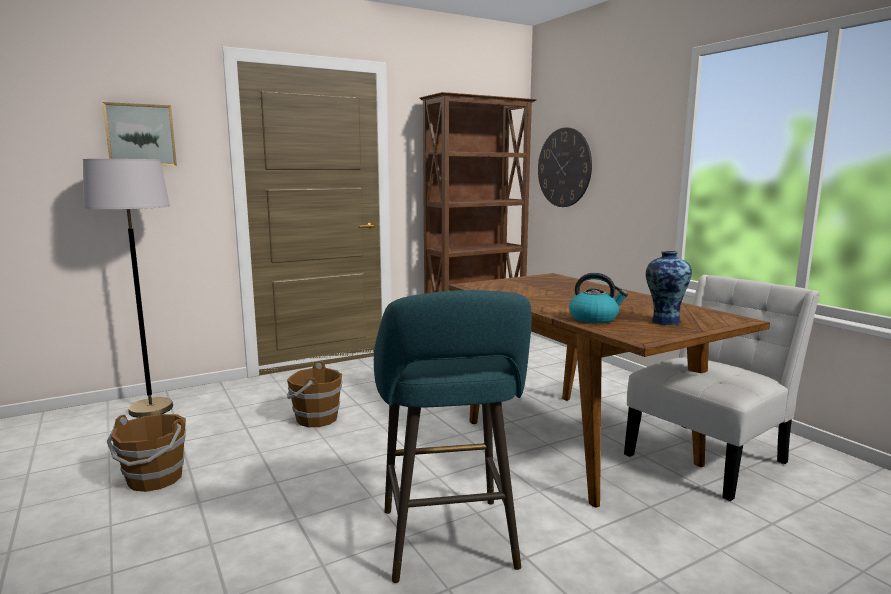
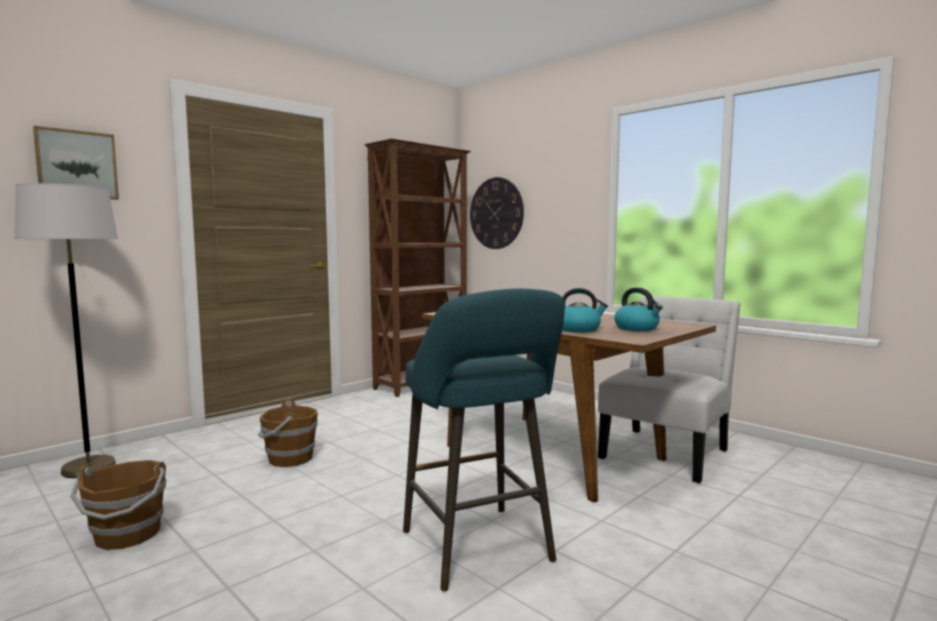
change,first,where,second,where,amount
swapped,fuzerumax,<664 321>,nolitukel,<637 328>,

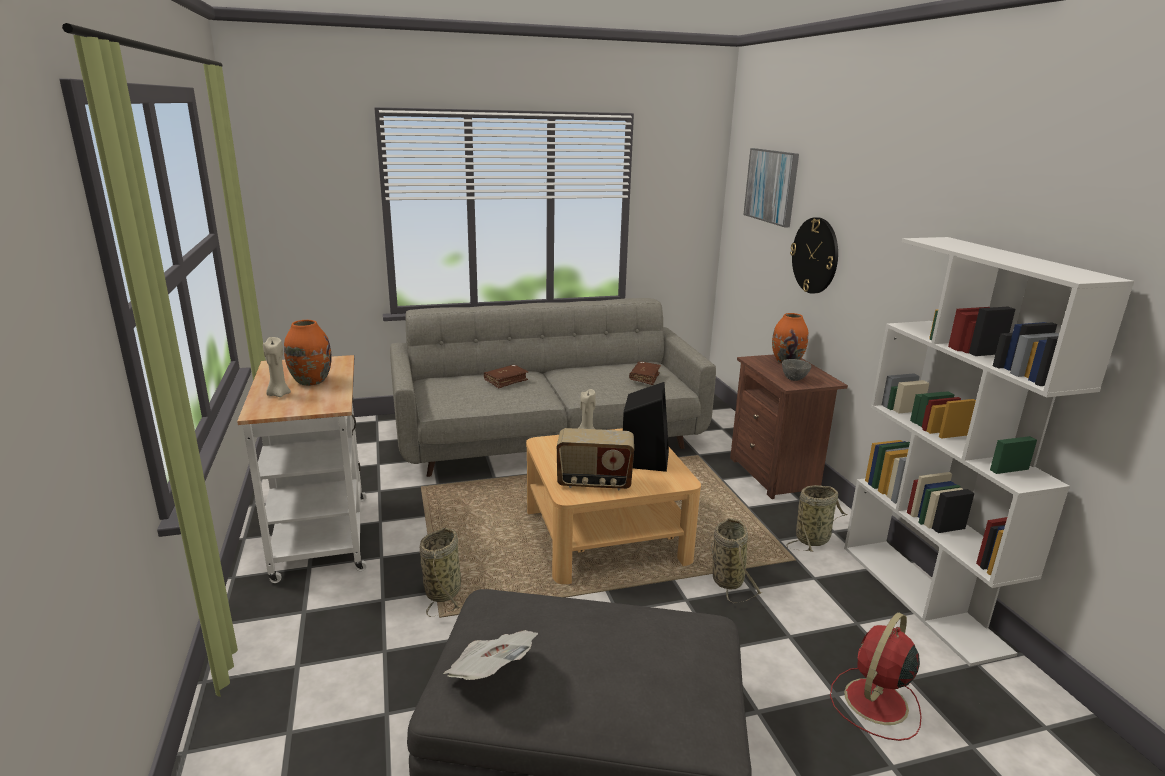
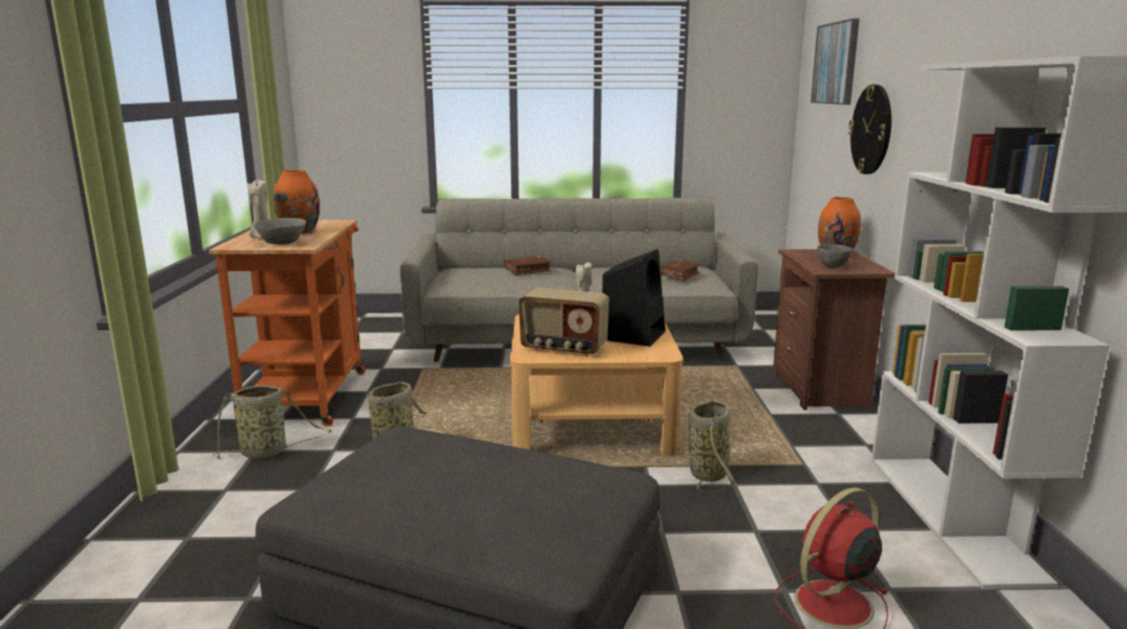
change,first,where,second,where,amount
repainted,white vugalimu,<321 531>,orange vugalimu,<309 394>,
shifted,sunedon,<814 538>,,<267 452>,
new,,,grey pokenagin,<281 243>,
gone,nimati,<490 673>,,,

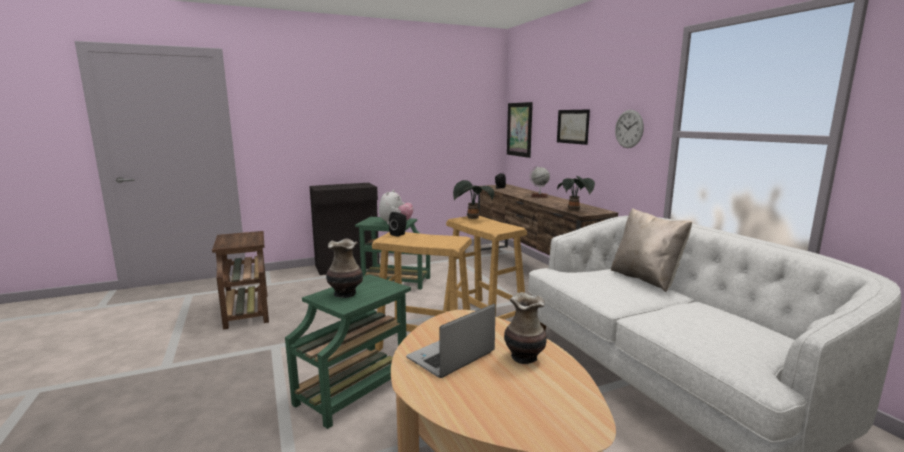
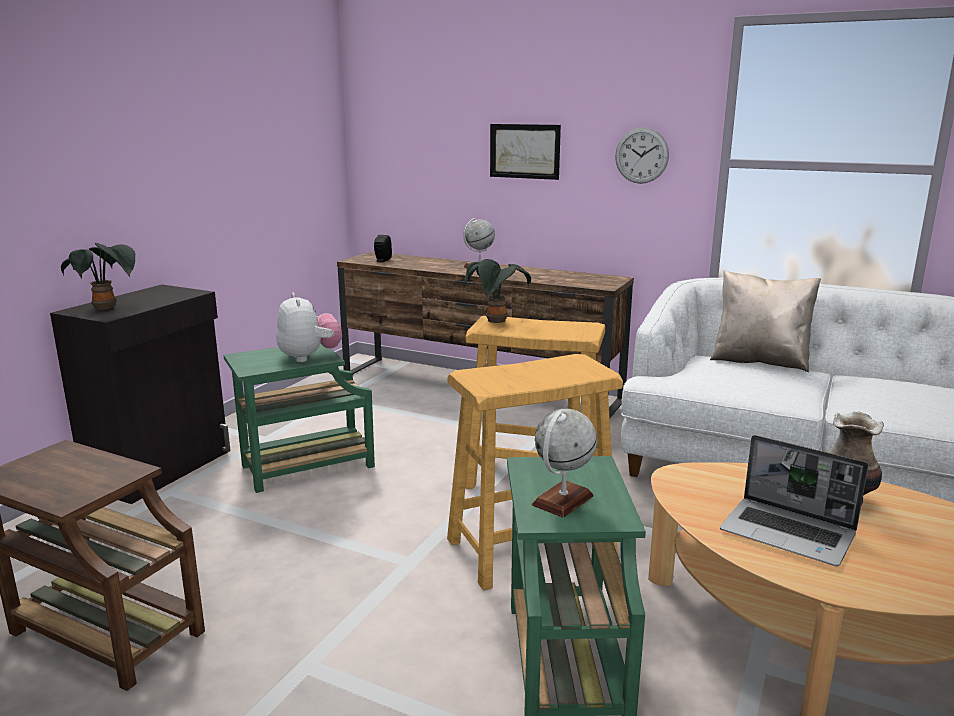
change,first,where,second,where,amount
shifted,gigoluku,<574 210>,,<107 308>,
swapped,fuzerumax,<345 294>,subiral,<562 500>,
rotated,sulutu,<451 357>,,<789 533>,60 degrees counterclockwise
gone,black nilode,<399 234>,,,
gone,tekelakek,<519 129>,,,

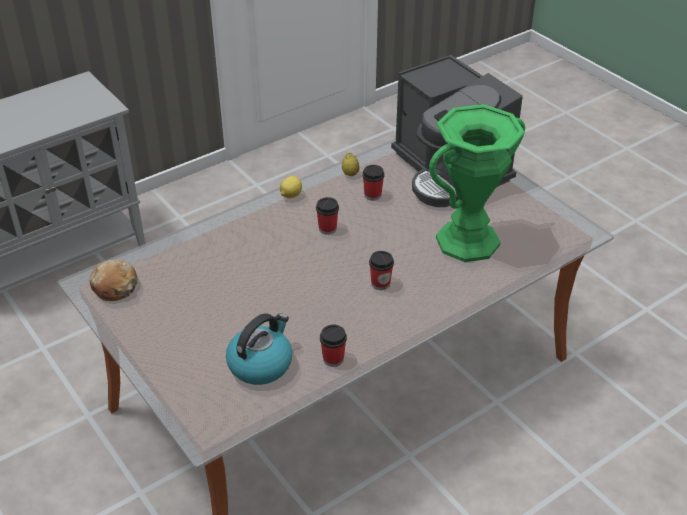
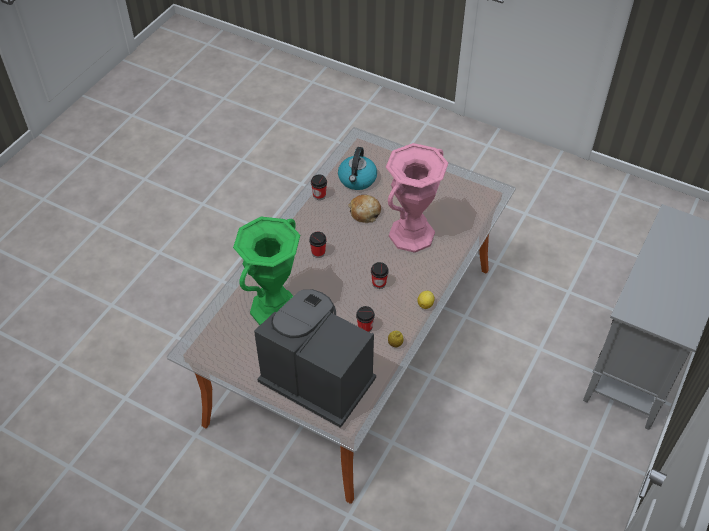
change,first,where,second,where,amount
shifted,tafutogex,<115 287>,,<364 212>,
new,,,pink fuzerumax,<411 235>,

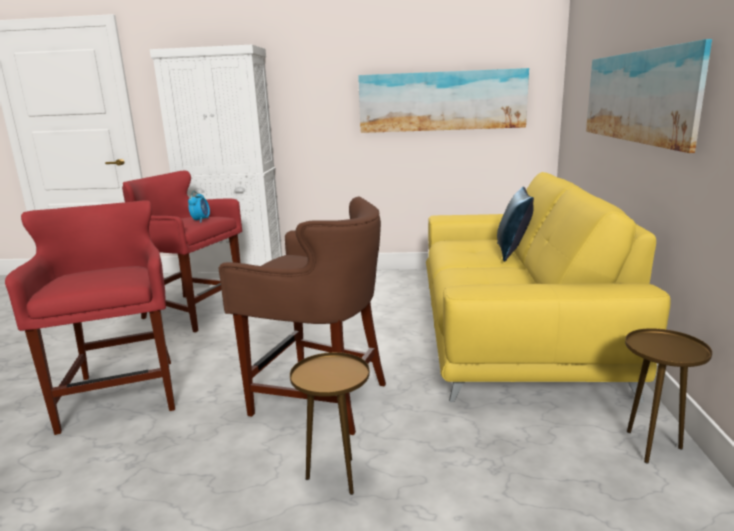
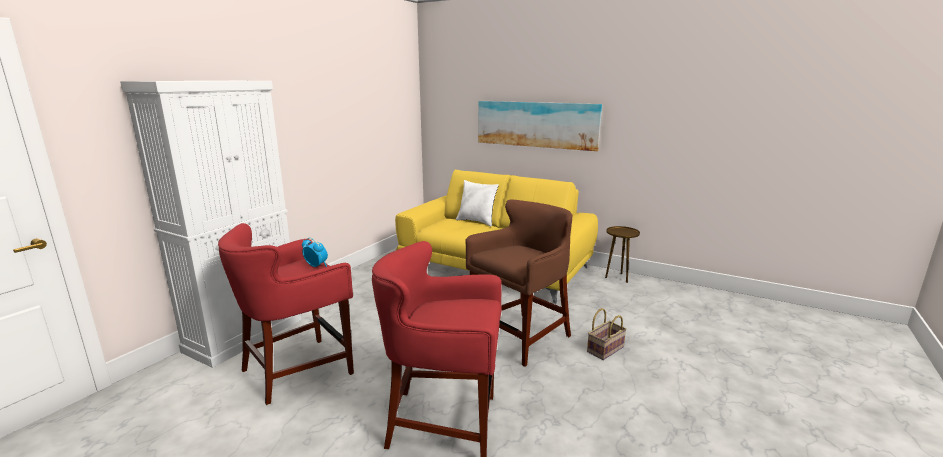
change,first,where,second,where,amount
repainted,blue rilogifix,<512 253>,white rilogifix,<477 221>,
swapped,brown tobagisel,<336 476>,sunedon,<605 349>,
gone,tekelakek,<441 101>,,,

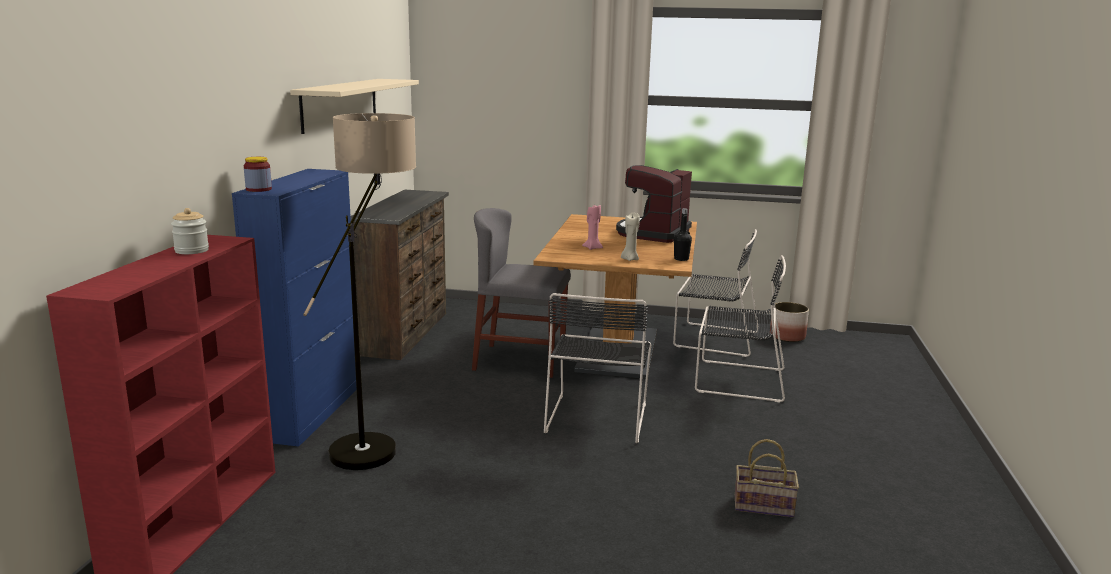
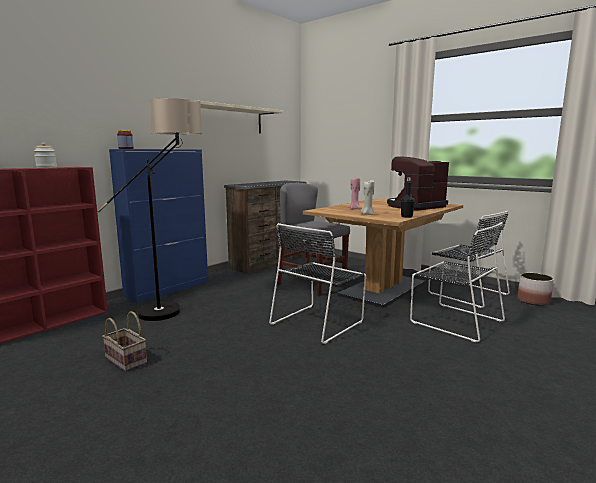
change,first,where,second,where,amount
shifted,sunedon,<765 505>,,<127 360>,

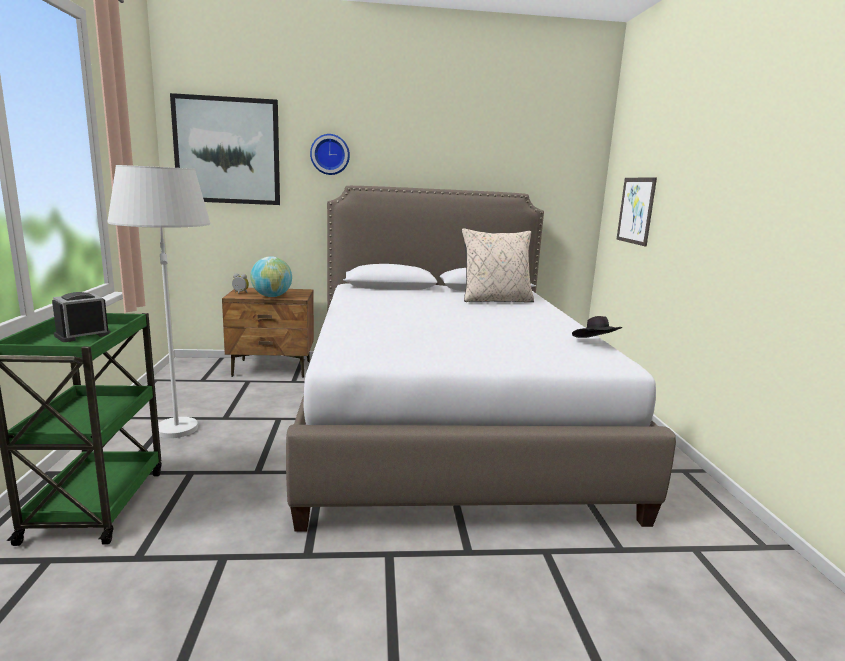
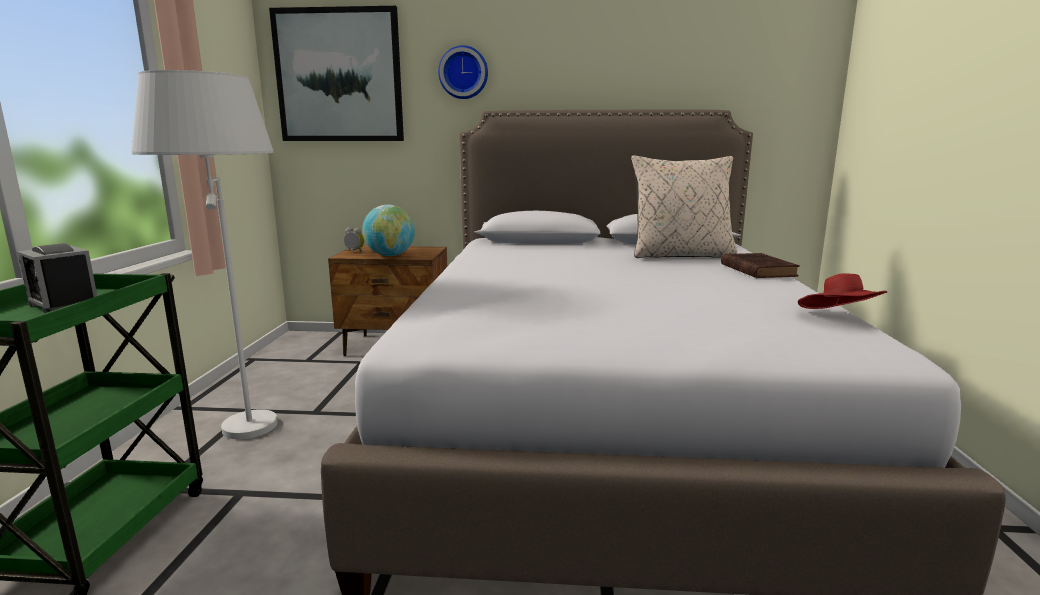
change,first,where,second,where,amount
rotated,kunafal,<82 335>,,<64 304>,105 degrees counterclockwise
new,,,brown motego,<756 270>,
repainted,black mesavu,<596 343>,red mesavu,<839 318>,
gone,tekelakek,<636 210>,,,

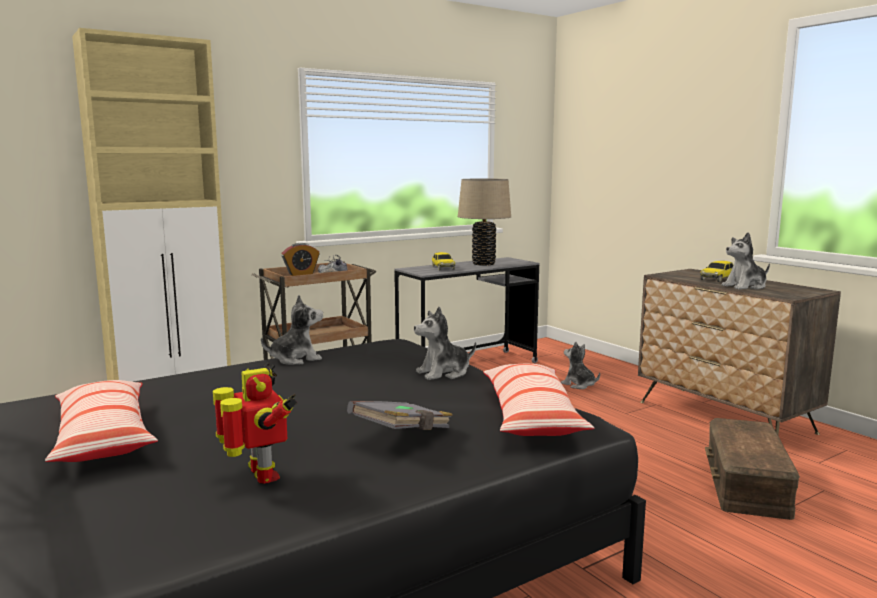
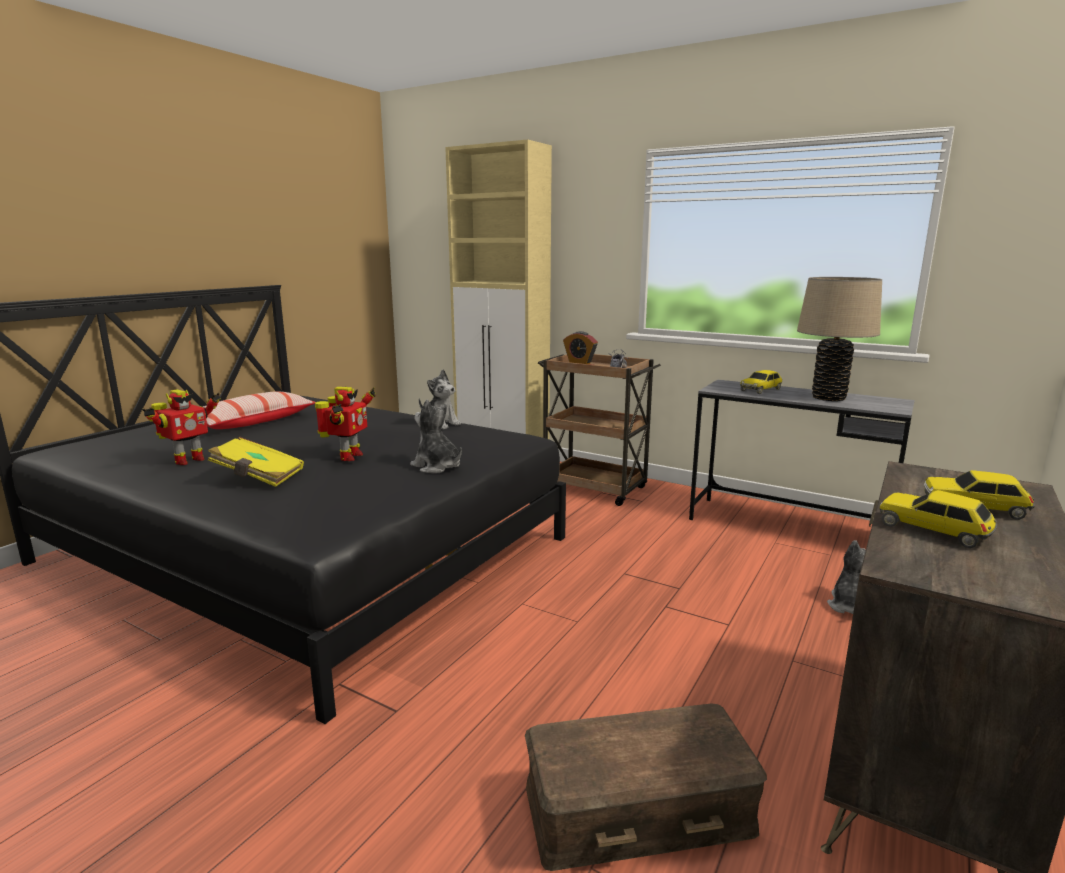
change,first,where,second,where,amount
repainted,grey motego,<402 434>,yellow motego,<258 476>,
new,,,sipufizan,<348 457>,
swapped,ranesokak,<745 286>,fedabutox,<933 530>,
gone,rilogifix,<531 416>,,,

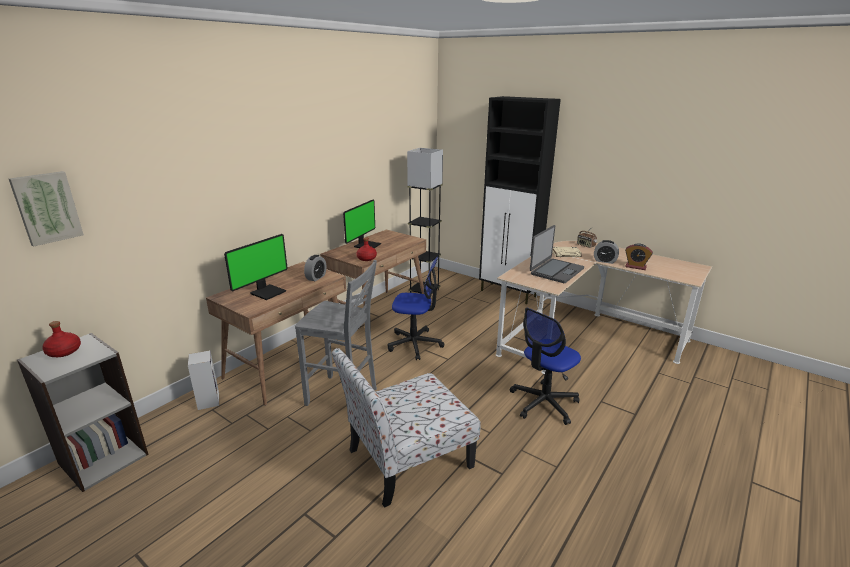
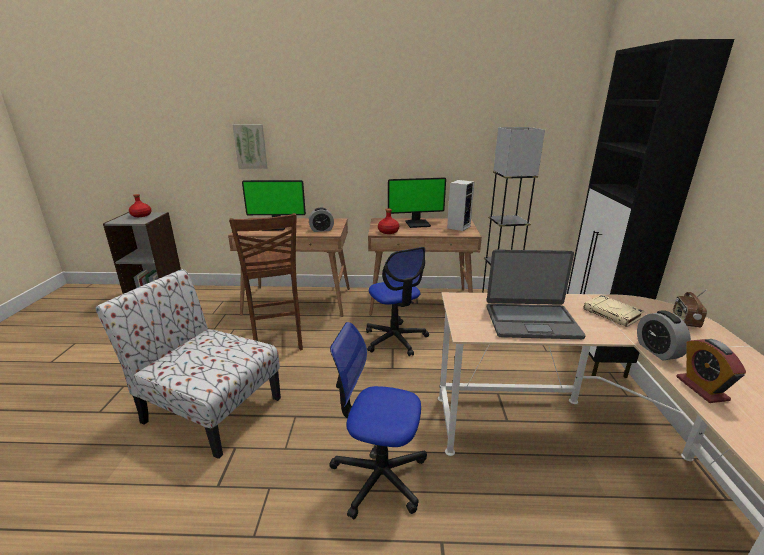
change,first,where,second,where,amount
repainted,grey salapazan,<343 396>,brown salapazan,<277 340>,
shifted,tekelakek,<47 208>,,<251 146>,
shifted,nilode,<208 401>,,<458 227>,

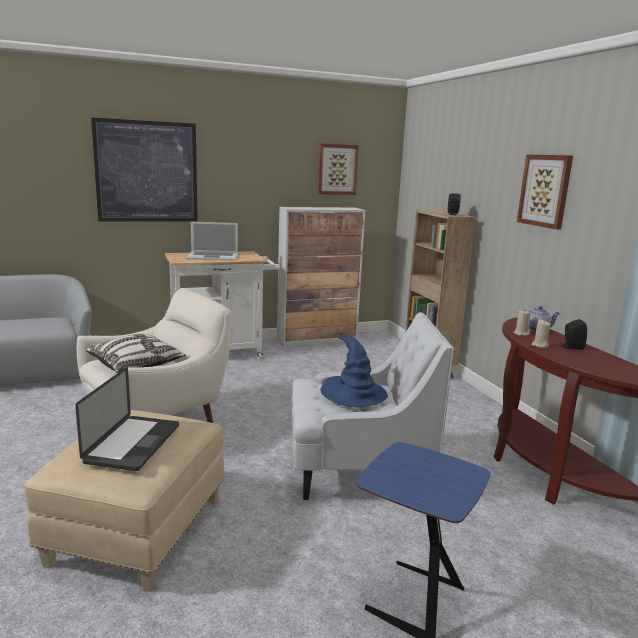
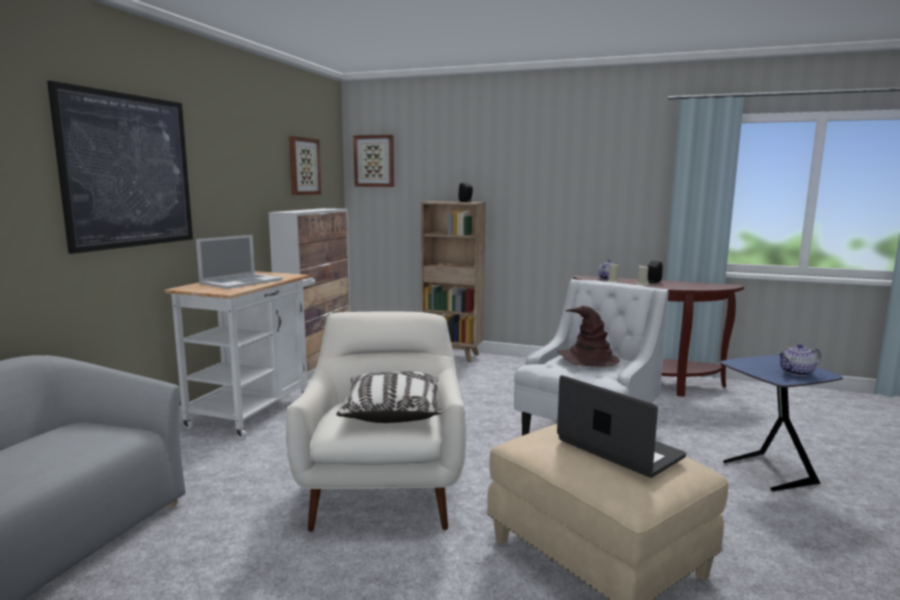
change,first,where,second,where,amount
shifted,tekelakek,<545 190>,,<374 161>,
repainted,blue mesavu,<354 394>,brown mesavu,<587 359>,
new,,,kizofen,<797 373>,

